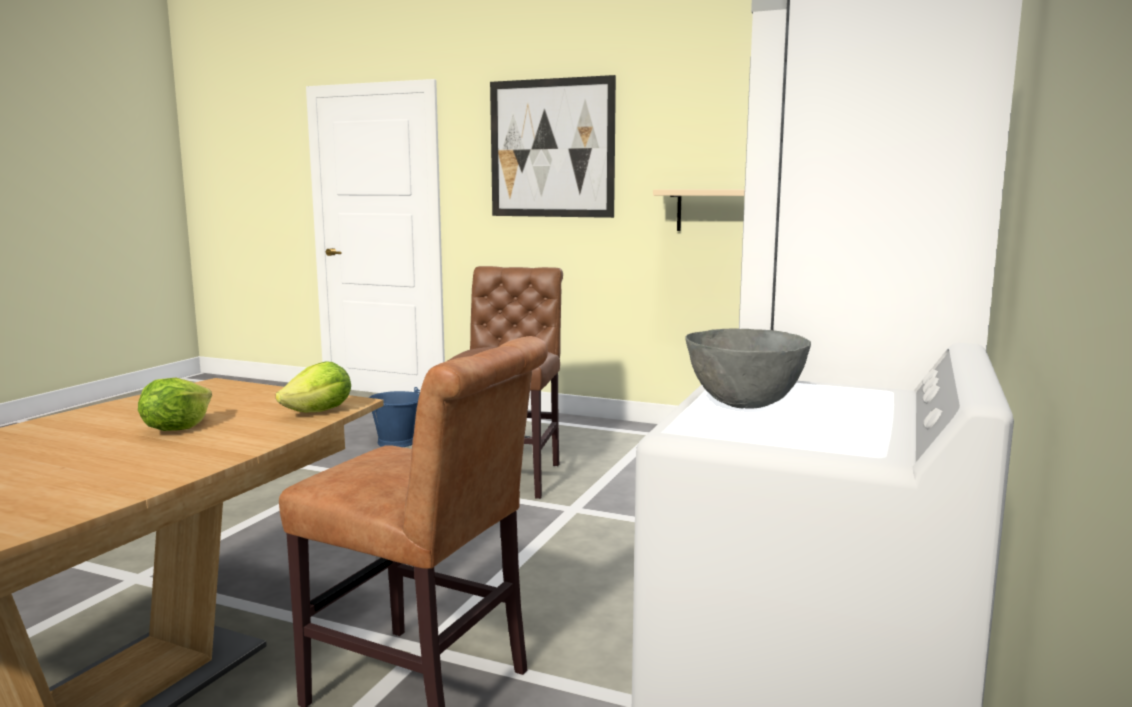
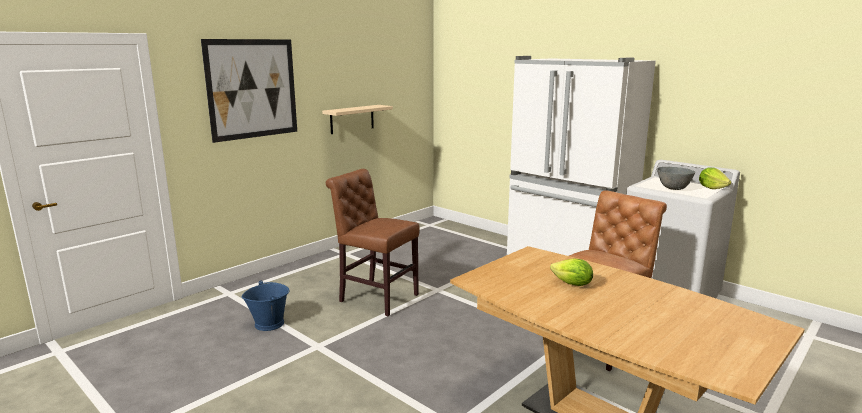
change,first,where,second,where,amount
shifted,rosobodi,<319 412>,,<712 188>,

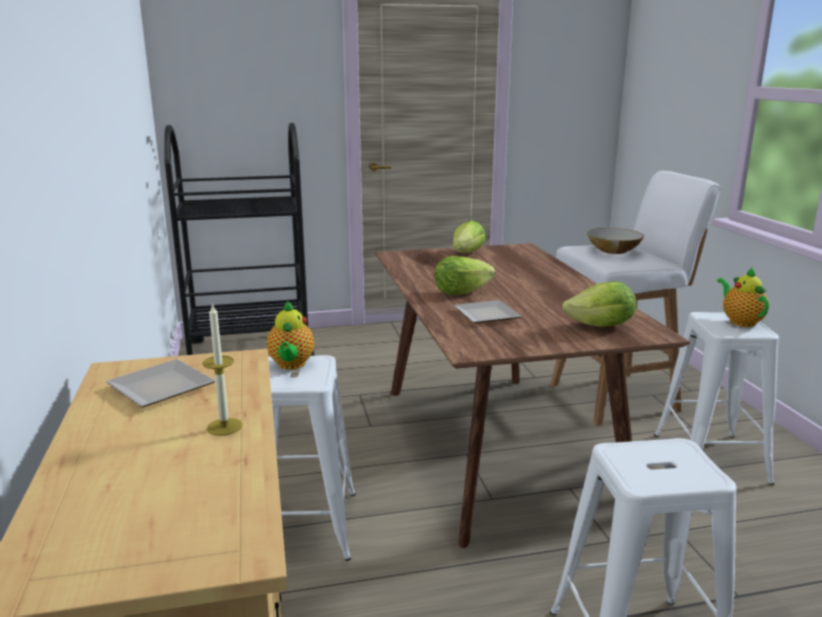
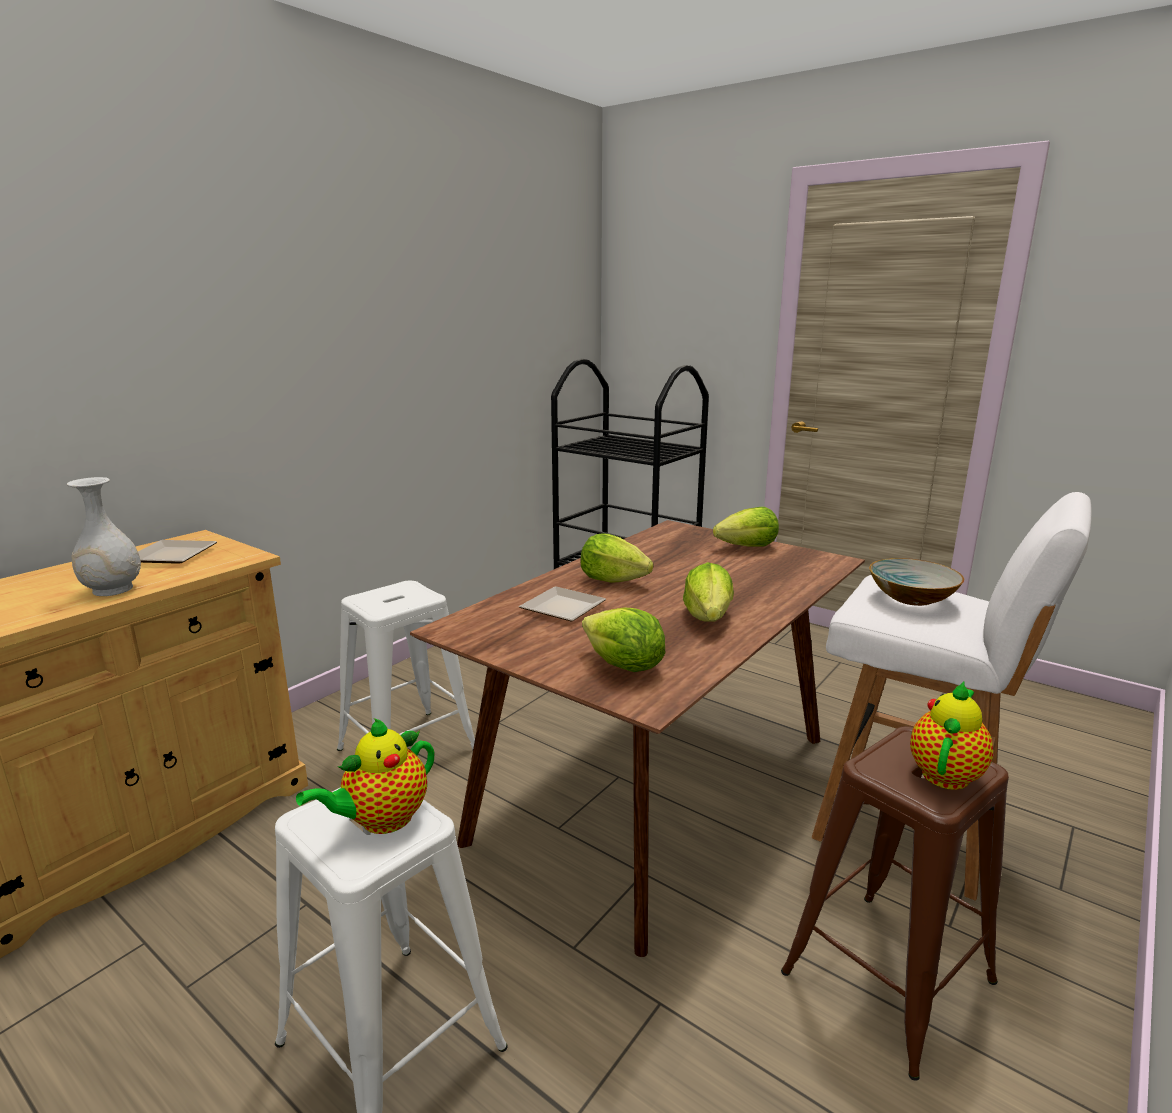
change,first,where,second,where,amount
swapped,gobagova,<224 427>,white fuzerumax,<112 589>,
shifted,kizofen,<291 365>,,<381 820>,
new,,,rosobodi,<708 618>,
repainted,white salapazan,<710 457>,brown salapazan,<889 976>,

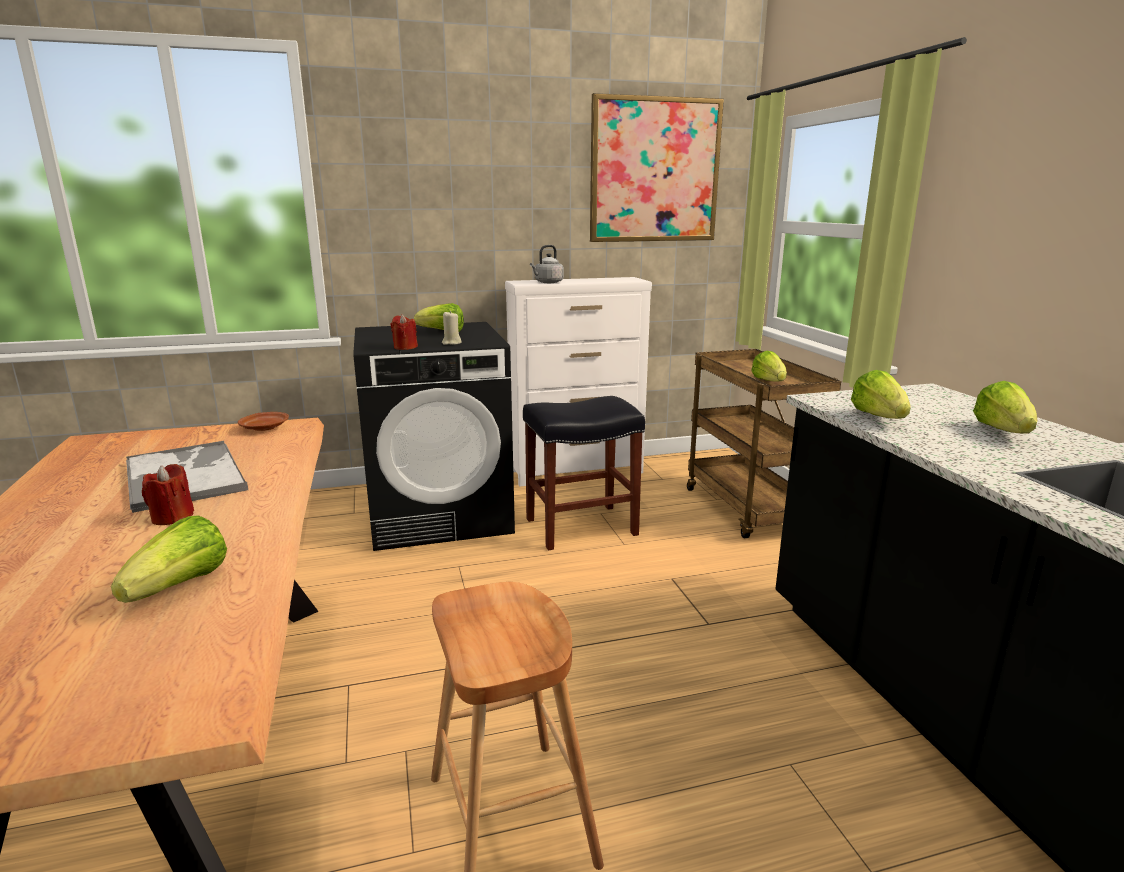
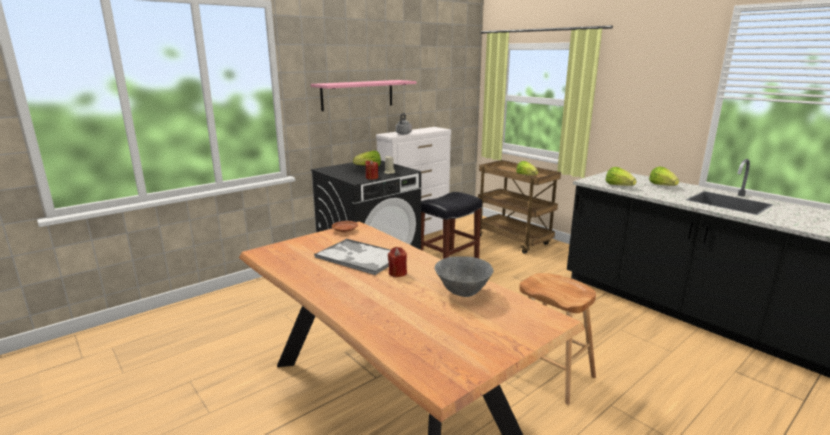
change,first,where,second,where,amount
new,,,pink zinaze,<357 95>,
swapped,rosobodi,<181 586>,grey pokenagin,<463 293>,
gone,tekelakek,<654 171>,,,

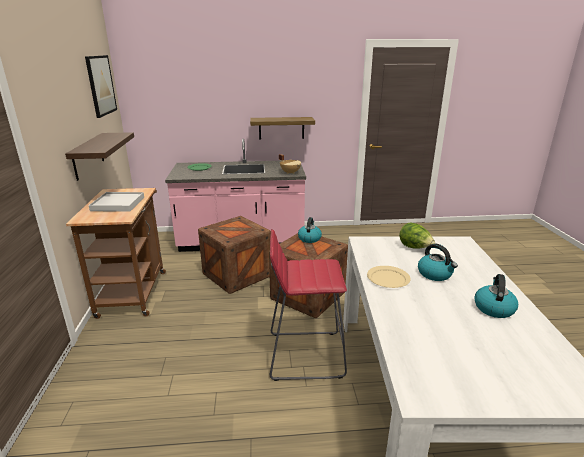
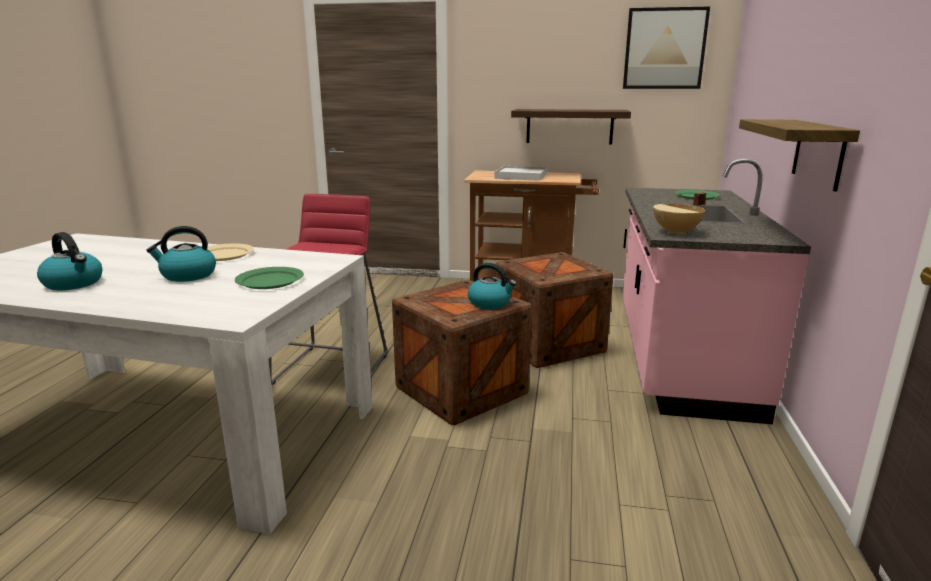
change,first,where,second,where,amount
swapped,rosobodi,<415 248>,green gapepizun,<270 281>,

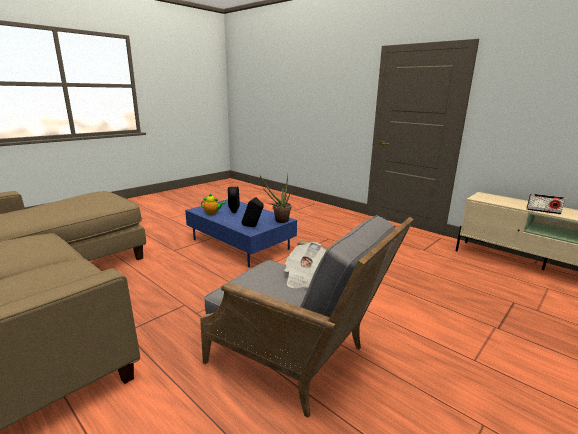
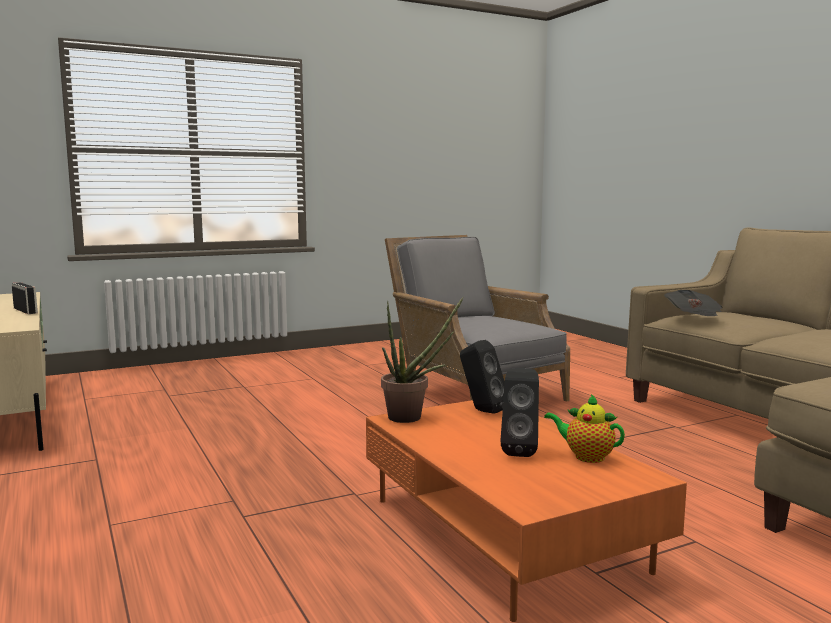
change,first,where,second,where,amount
repainted,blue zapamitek,<239 244>,orange zapamitek,<506 534>,
shifted,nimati,<305 277>,,<694 319>,

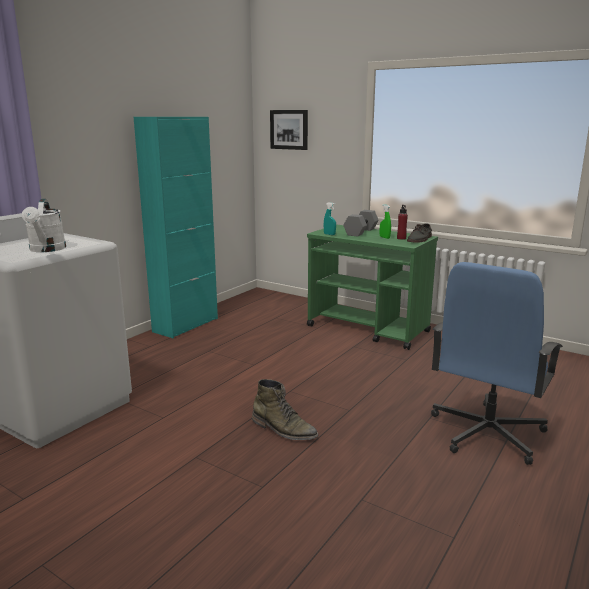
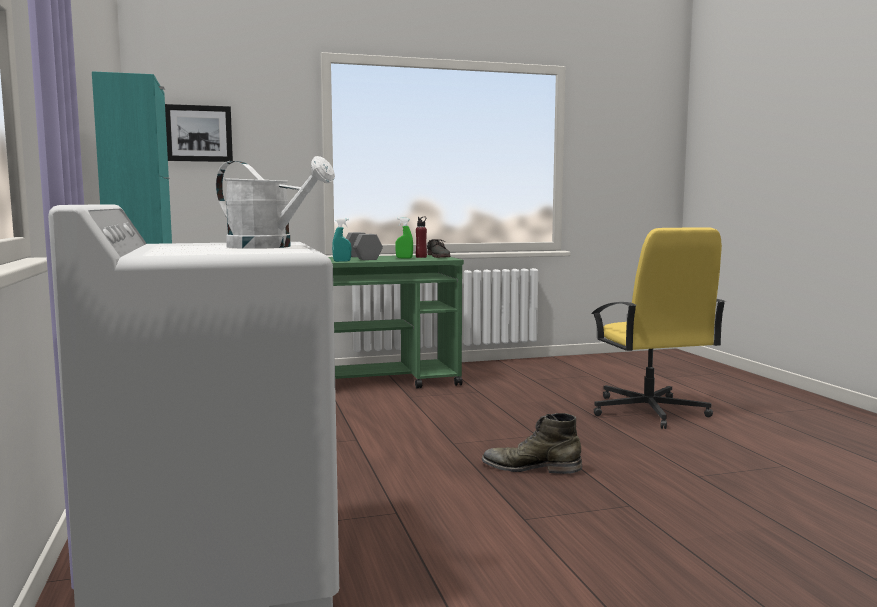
change,first,where,second,where,amount
rotated,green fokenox,<284 429>,,<531 467>,150 degrees counterclockwise
repainted,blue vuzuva,<486 433>,yellow vuzuva,<648 412>,

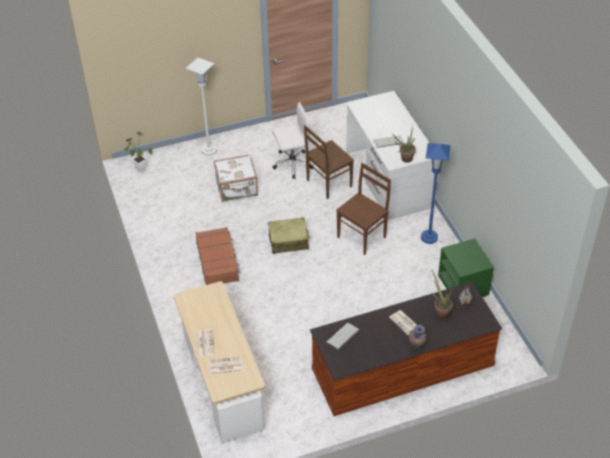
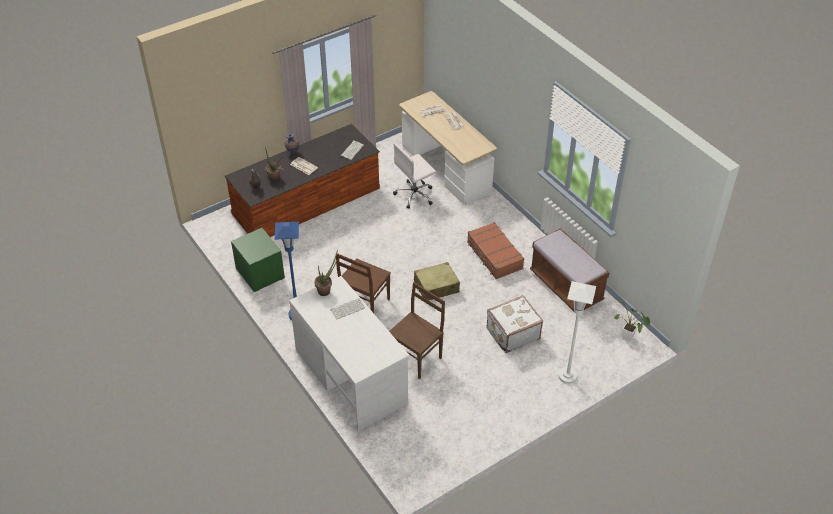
change,first,where,second,where,amount
shifted,white vuzuva,<292 164>,,<415 195>,
new,,,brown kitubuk,<566 287>,

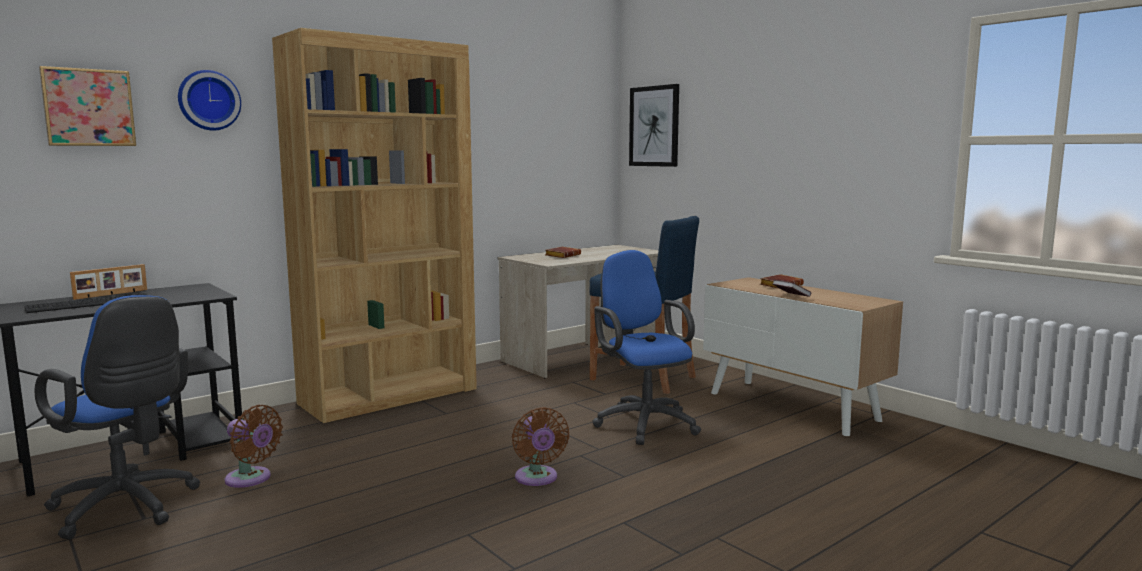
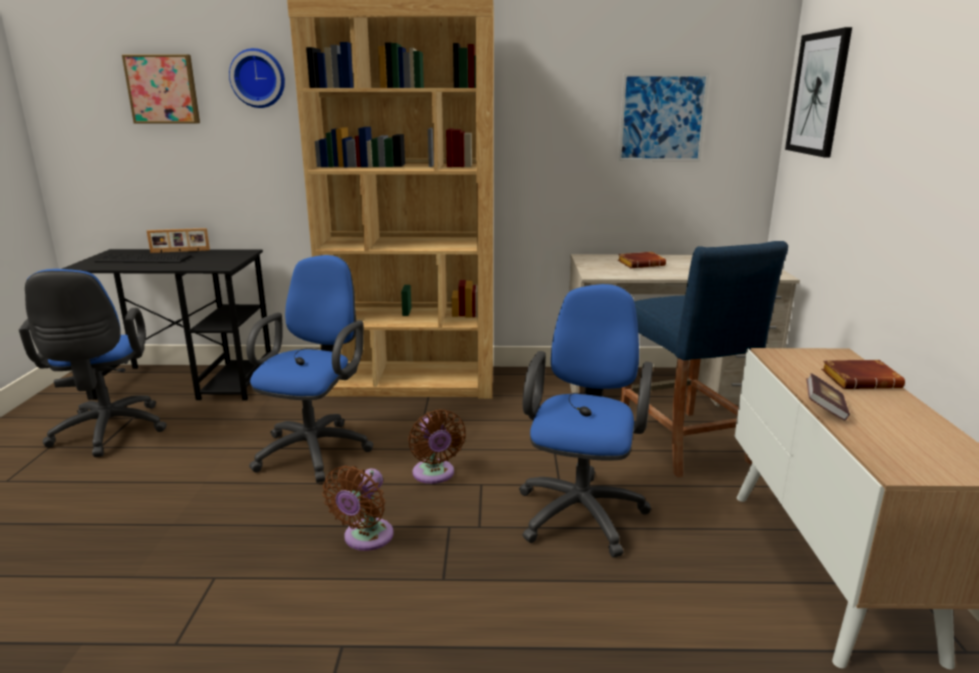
change,first,where,second,where,amount
new,,,blue vuzuva,<317 448>,
shifted,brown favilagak,<251 479>,,<434 475>,
new,,,tekelakek,<662 118>,

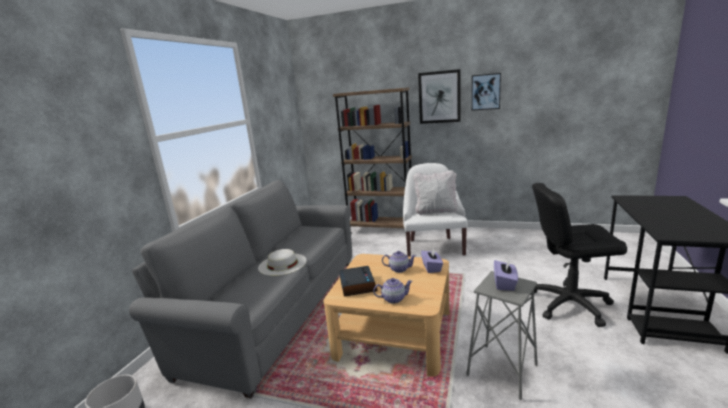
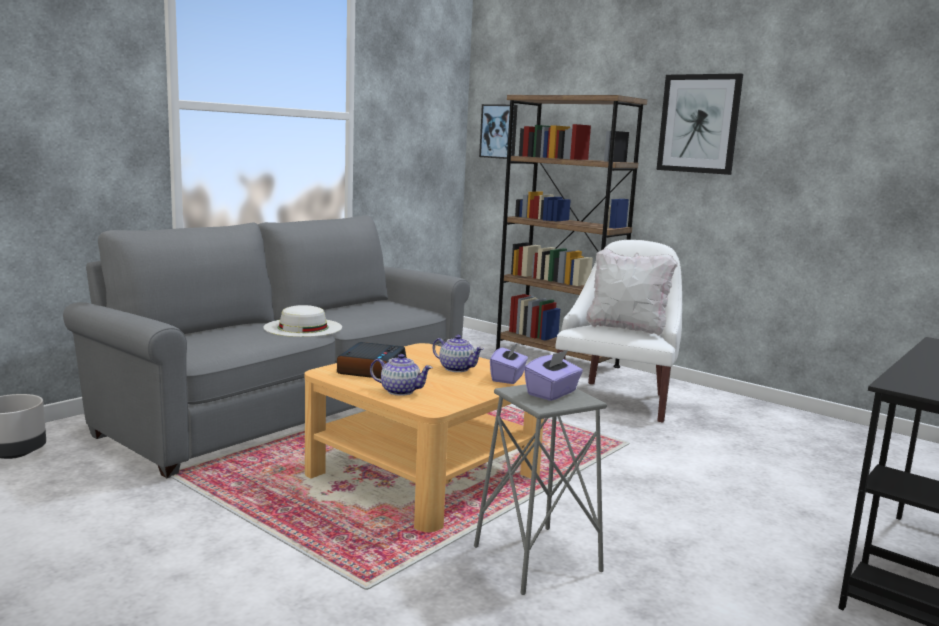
change,first,where,second,where,amount
shifted,tekelakek,<485 92>,,<499 131>,
gone,black vuzuva,<569 304>,,,

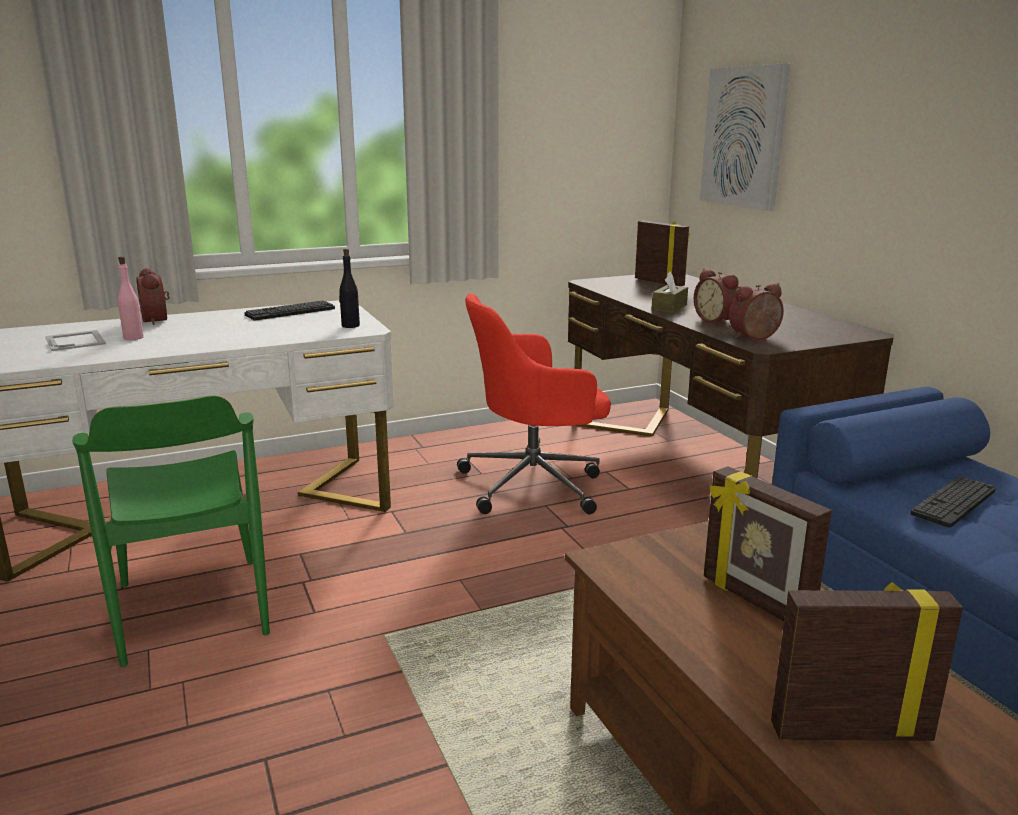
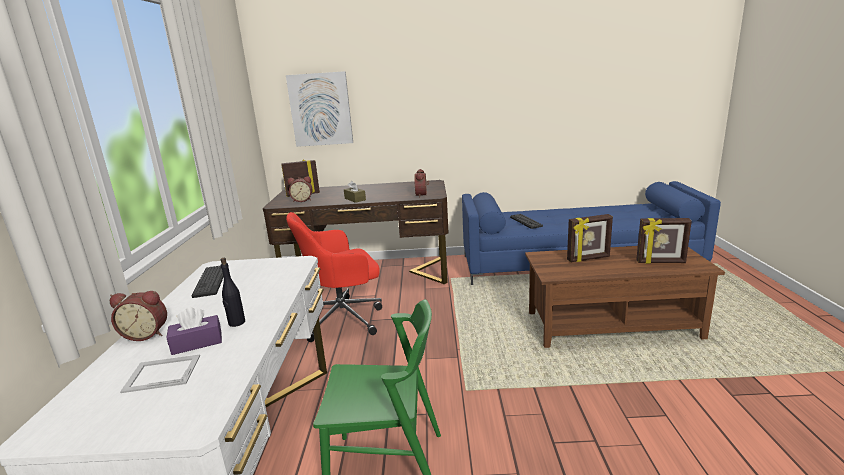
change,first,where,second,where,amount
swapped,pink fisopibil,<134 338>,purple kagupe,<197 343>,
shifted,black fisopibil,<350 326>,,<236 323>,
rotated,red vuzuva,<535 484>,,<344 318>,60 degrees clockwise
shifted,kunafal,<717 320>,,<302 200>,
rotated,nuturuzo,<849 730>,,<660 262>,105 degrees counterclockwise

